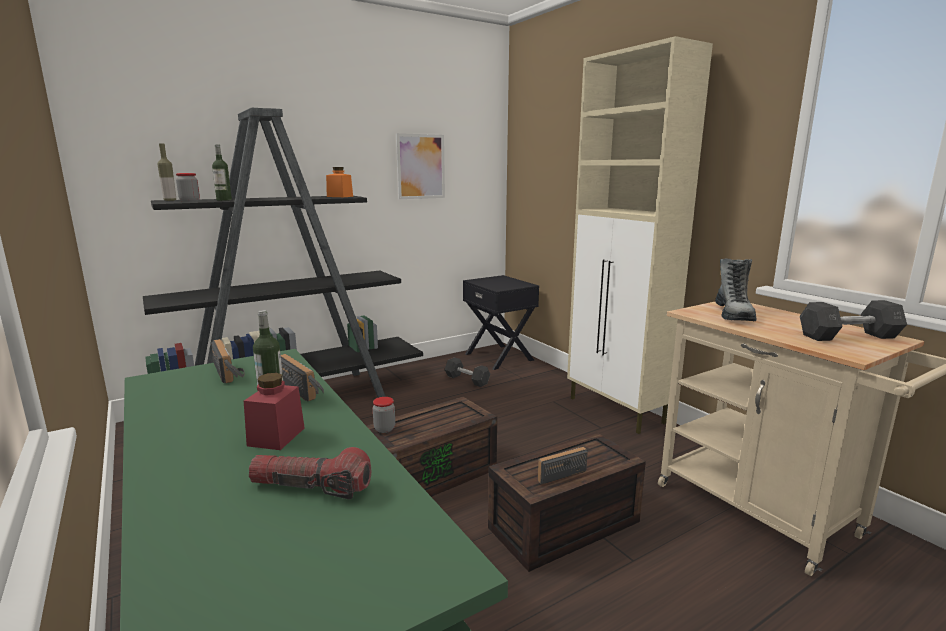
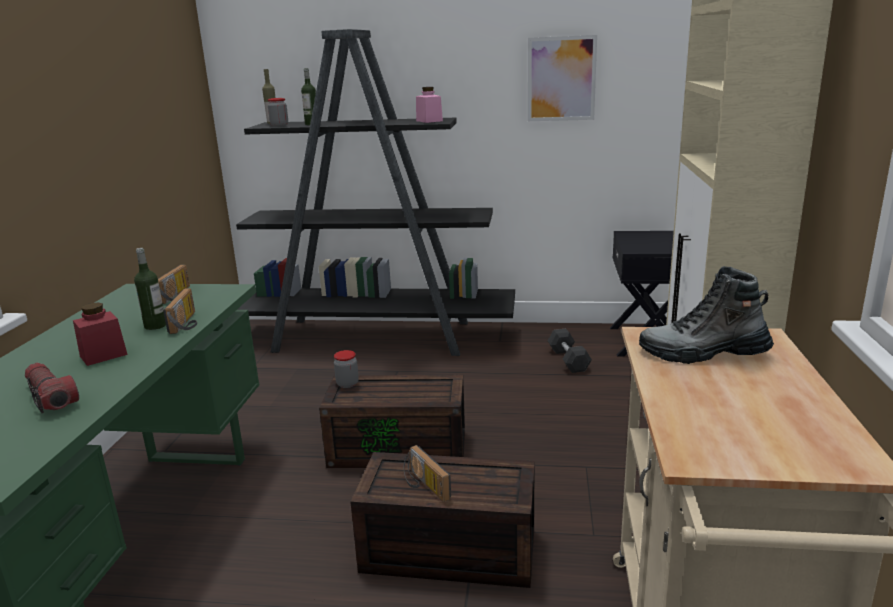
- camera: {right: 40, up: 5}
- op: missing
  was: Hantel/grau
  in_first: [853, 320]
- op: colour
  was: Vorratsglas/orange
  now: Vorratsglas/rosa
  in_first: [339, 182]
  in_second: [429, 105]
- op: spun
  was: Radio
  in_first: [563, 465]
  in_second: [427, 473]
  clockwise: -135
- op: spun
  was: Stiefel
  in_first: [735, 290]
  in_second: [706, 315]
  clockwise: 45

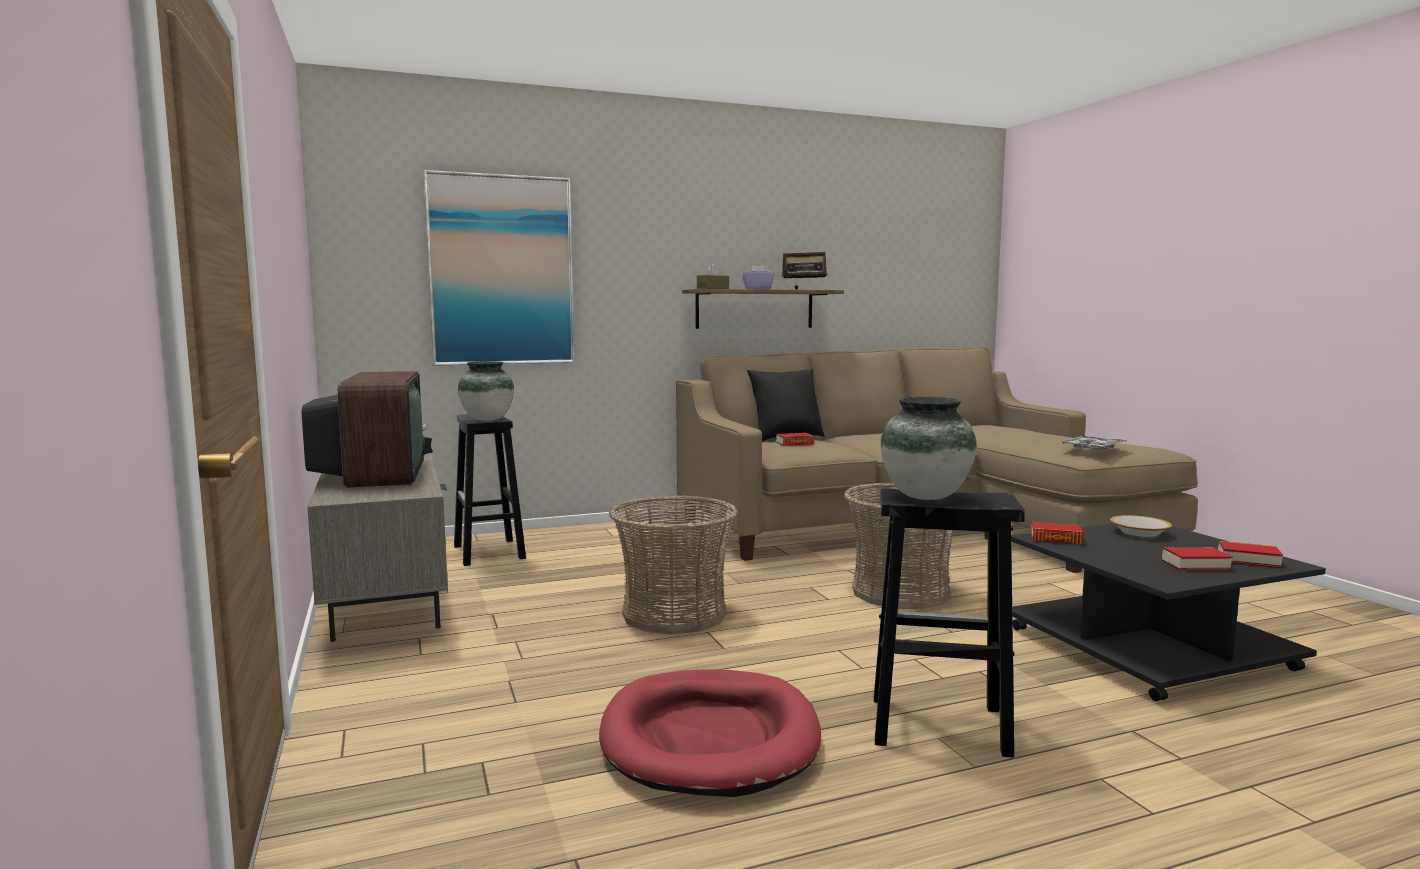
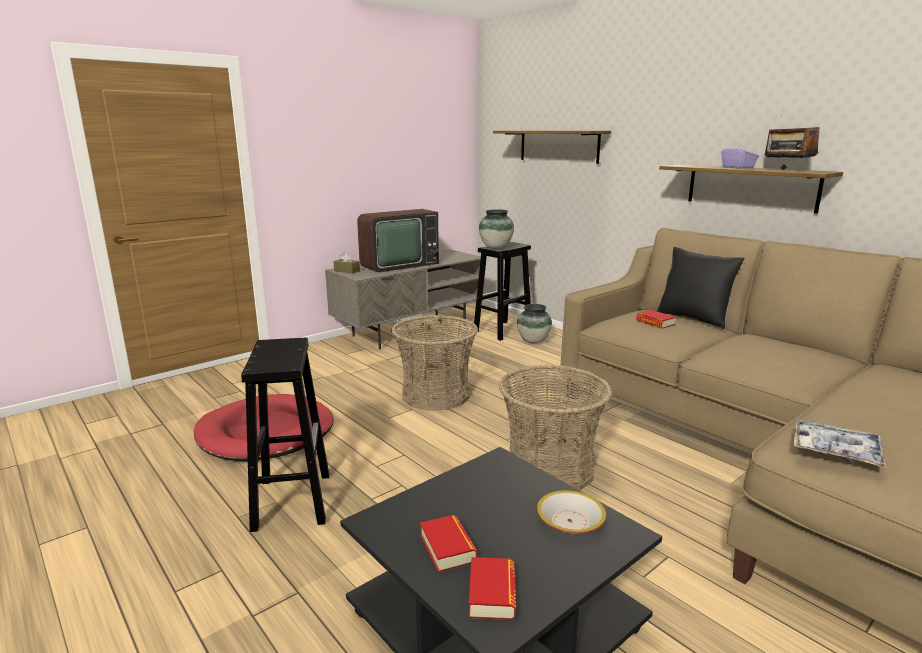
- camera: {right: 70, up: 10}
- op: missing
  was: Buch
  in_first: [1057, 533]
- op: relocated
  was: Taschentuchbox/braun
  in_first: [713, 276]
  in_second: [347, 262]
- op: relocated
  was: Vase
  in_first: [928, 448]
  in_second: [534, 324]
- op: exchanged
  was: Bild
  now: Wandregal
  in_first: [499, 268]
  in_second: [552, 147]

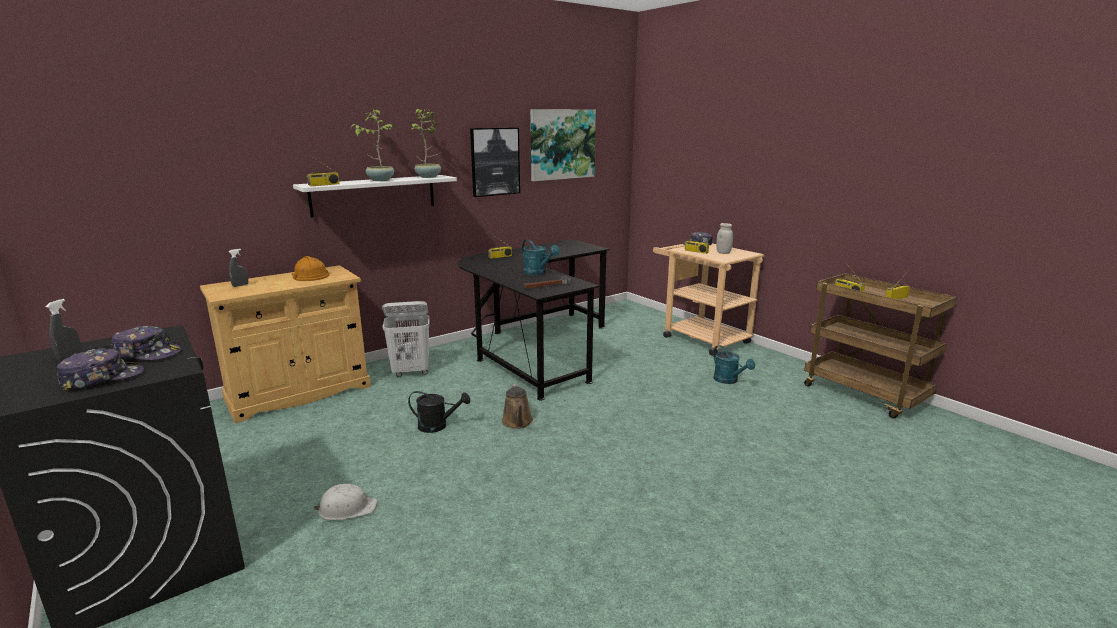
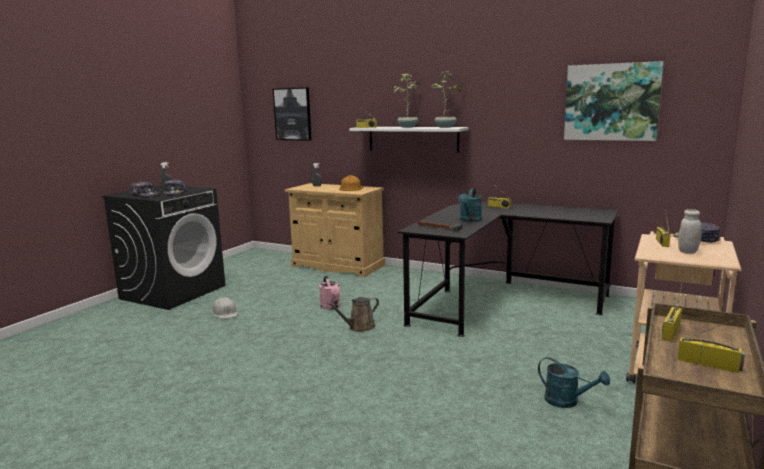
- camera: {right: 65, up: -5}
- op: missing
  was: Wäschekorb/weiß
  in_first: [405, 339]
- op: relocated
  was: Bild
  in_first: [495, 162]
  in_second: [292, 114]
- op: colour
  was: Gießkanne/schwarz
  now: Gießkanne/rosa
  in_first: [439, 412]
  in_second: [330, 293]
- op: spun
  was: Gießkanne/türkis
  in_first: [734, 364]
  in_second: [574, 382]
  clockwise: -90

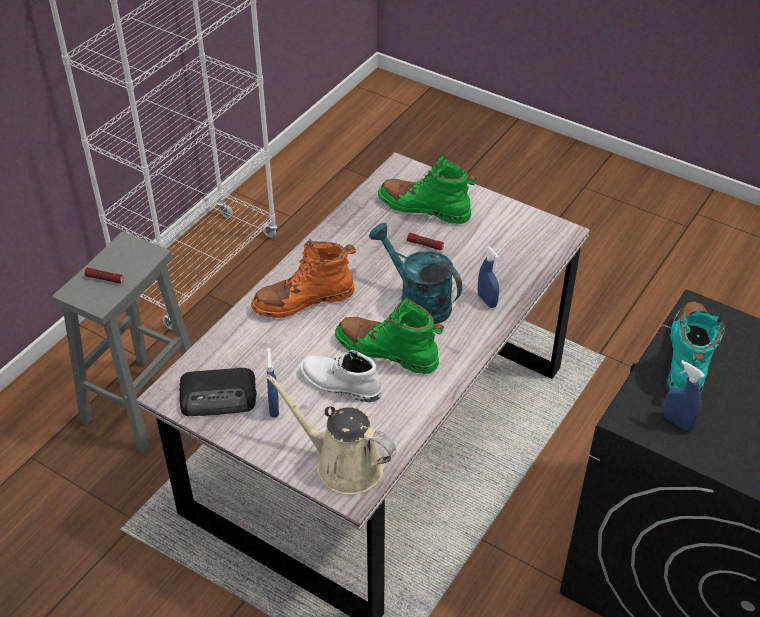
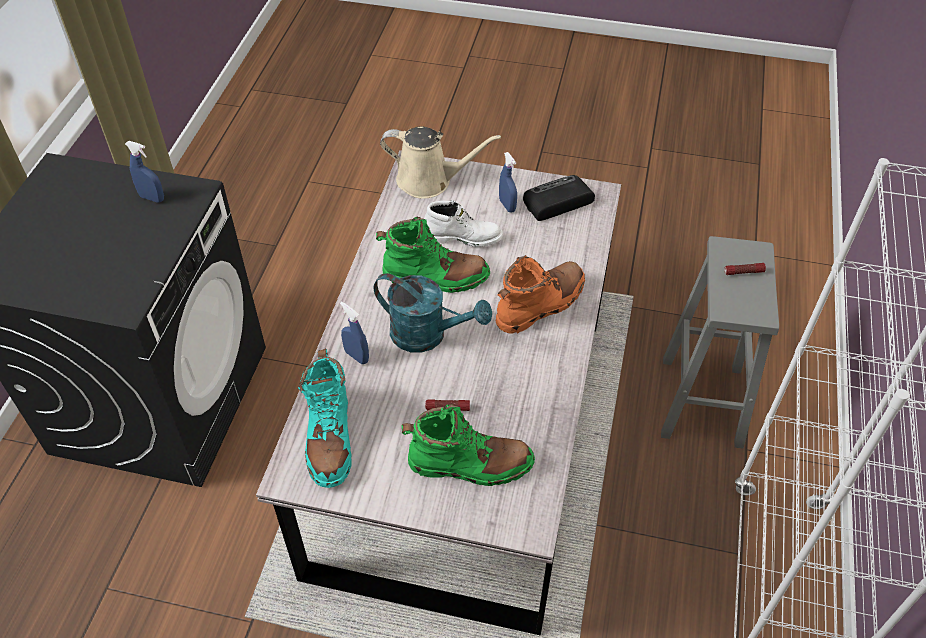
- camera: {right: 160, up: 5}
- op: relocated
  was: Stiefel/türkis
  in_first: [697, 347]
  in_second: [325, 418]

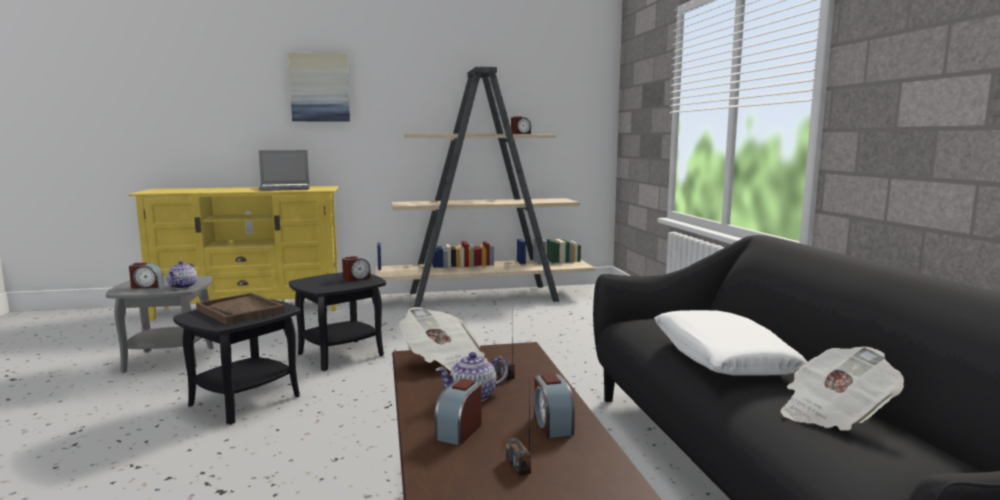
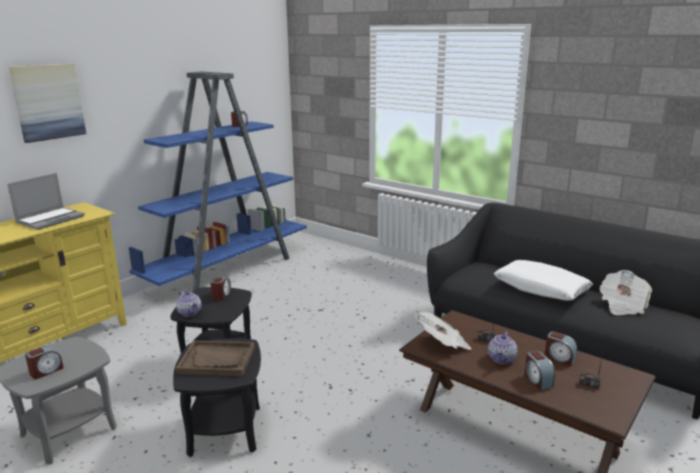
- camera: {right: -40, up: 10}
- op: relocated
  was: Teekanne
  in_first: [182, 275]
  in_second: [188, 304]
- op: colour
  was: Bücherregal/beige
  now: Bücherregal/blau
  in_first: [485, 187]
  in_second: [218, 181]

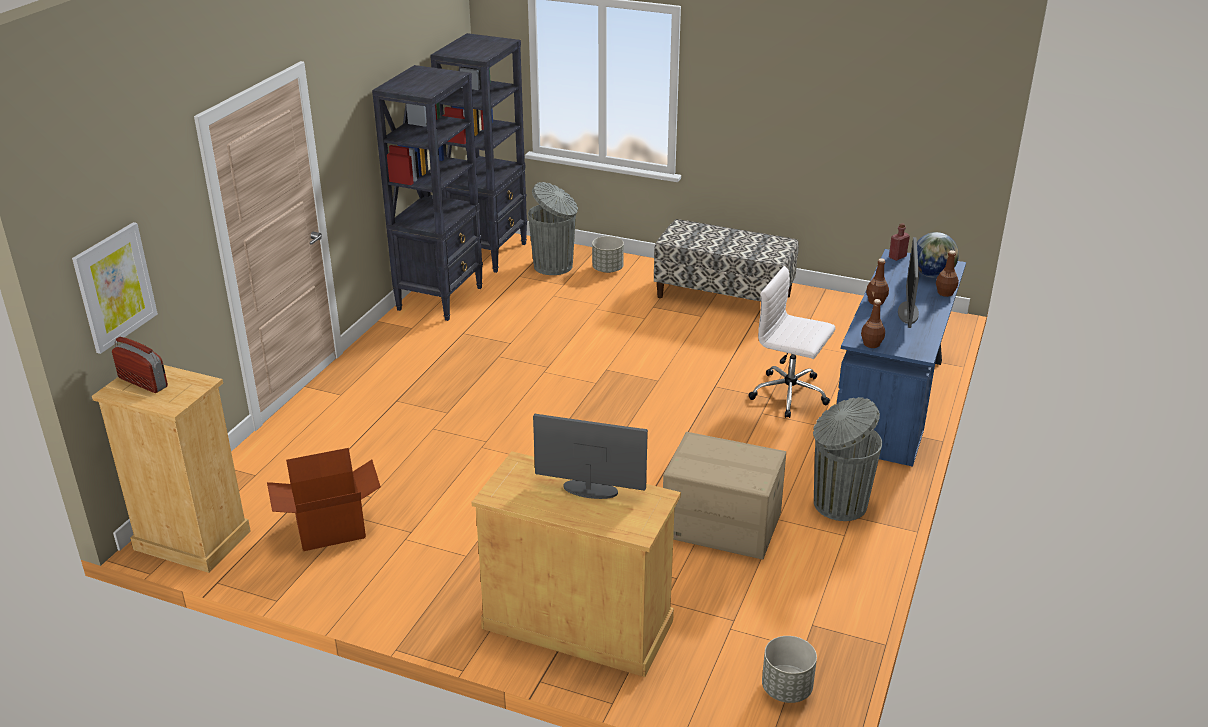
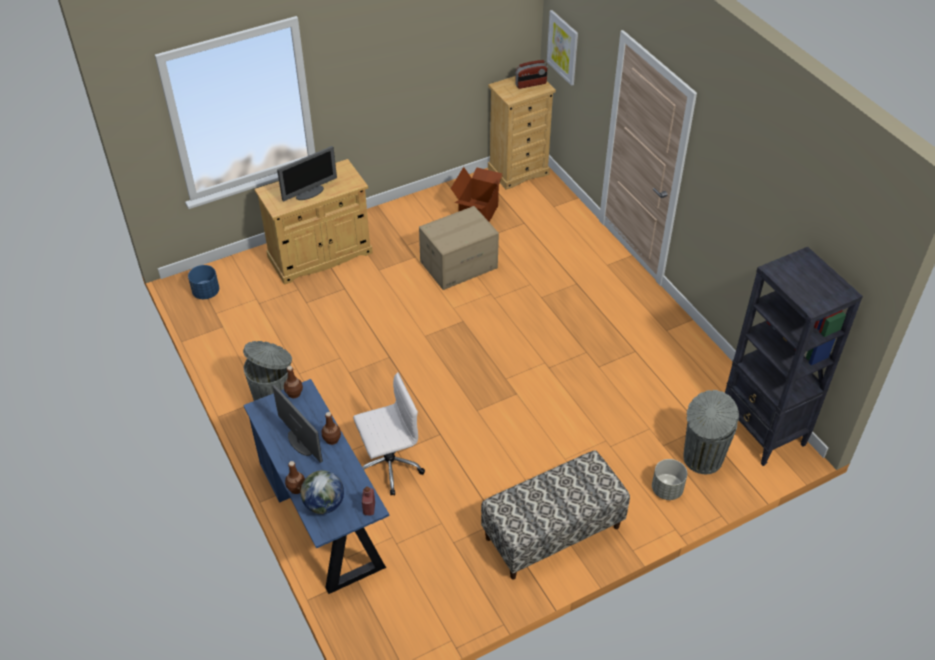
- camera: {right: 130, up: 15}
- op: missing
  was: Bücherregal/schwarz
  in_first: [427, 193]
- op: relocated
  was: Karton
  in_first: [724, 496]
  in_second: [459, 248]
- op: colour
  was: Pflanzkübel/grau
  now: Pflanzkübel/blau
  in_first: [789, 669]
  in_second: [203, 282]

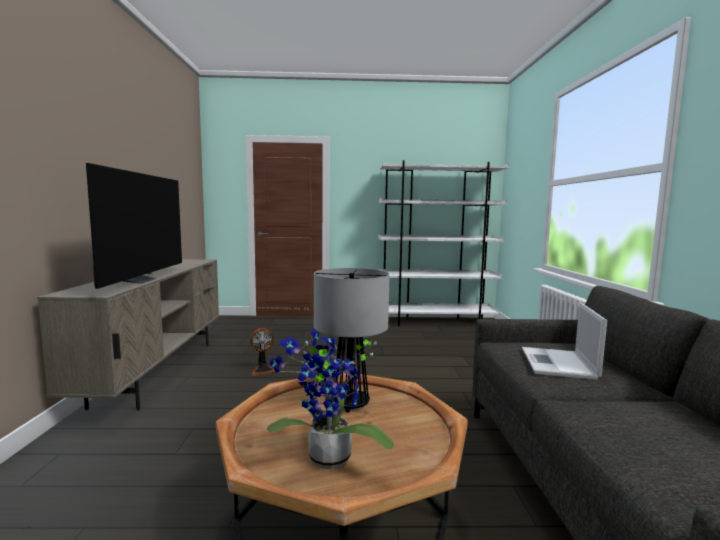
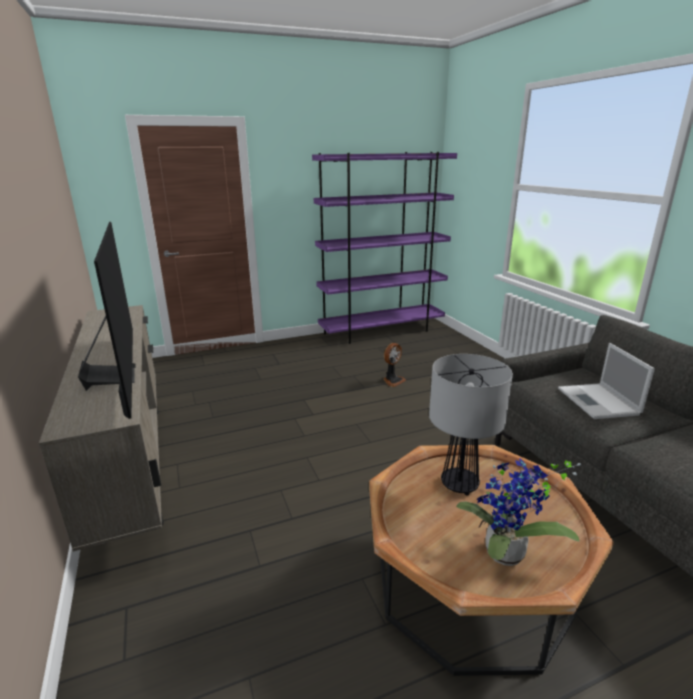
- camera: {right: -20, up: 15}
- op: relocated
  was: Ventilator
  in_first: [263, 352]
  in_second: [394, 365]
- op: colour
  was: Bücherregal/weiß
  now: Bücherregal/lila
  in_first: [443, 243]
  in_second: [384, 248]

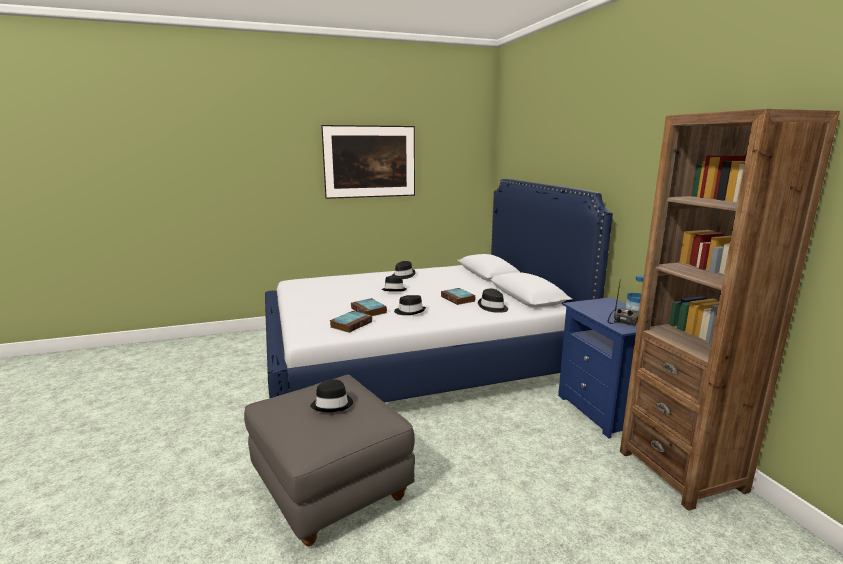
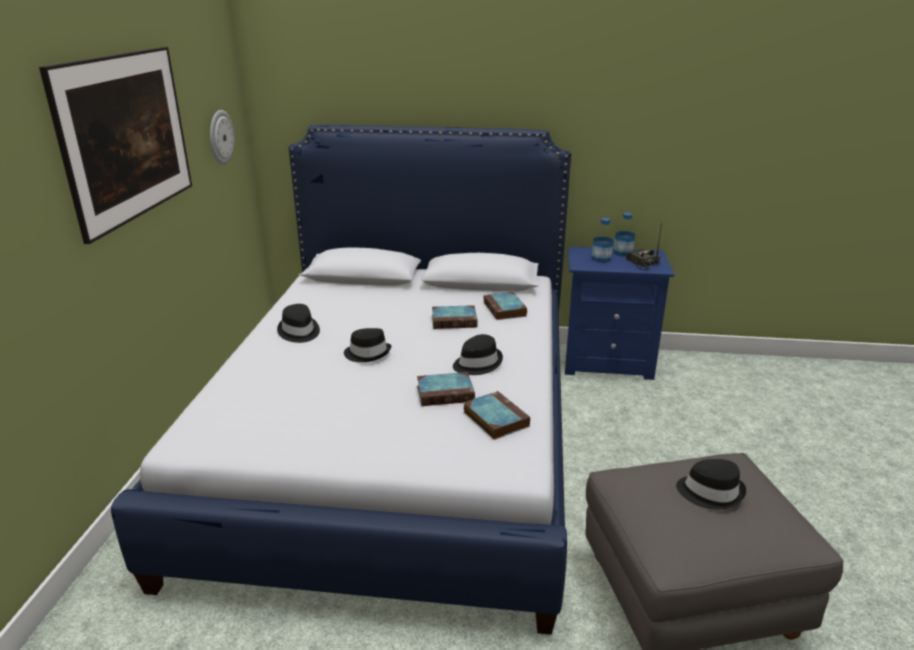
- camera: {right: -65, up: 10}
- op: missing
  was: Bücherregal/braun
  in_first: [730, 310]
- op: appeared
  now: Wanduhr
  in_second: [222, 137]
- op: appeared
  now: Flasche
  in_second: [603, 240]
- op: exchanged
  was: Hut/schwarz
  now: Buch
  in_first: [493, 300]
  in_second: [505, 306]

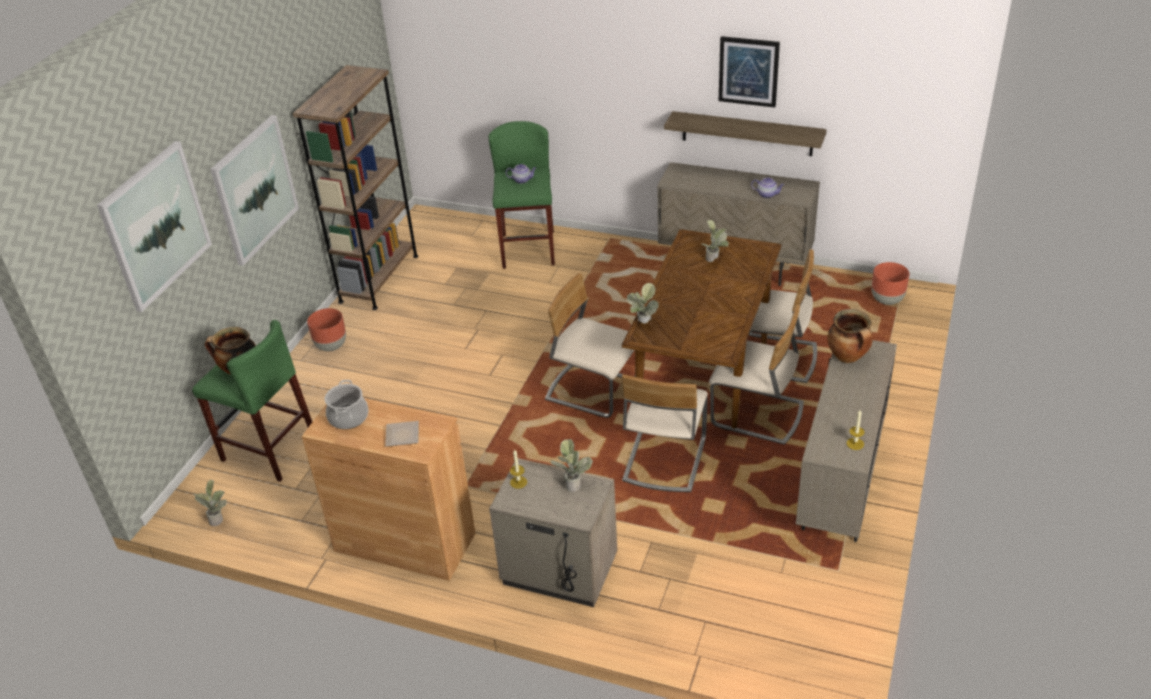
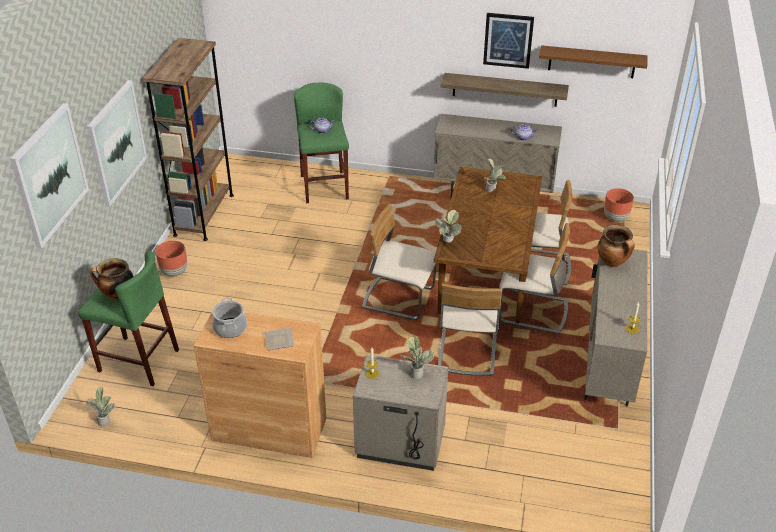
- camera: {right: -10, up: 0}
- op: appeared
  now: Wandregal/braun
  in_second: [593, 61]

